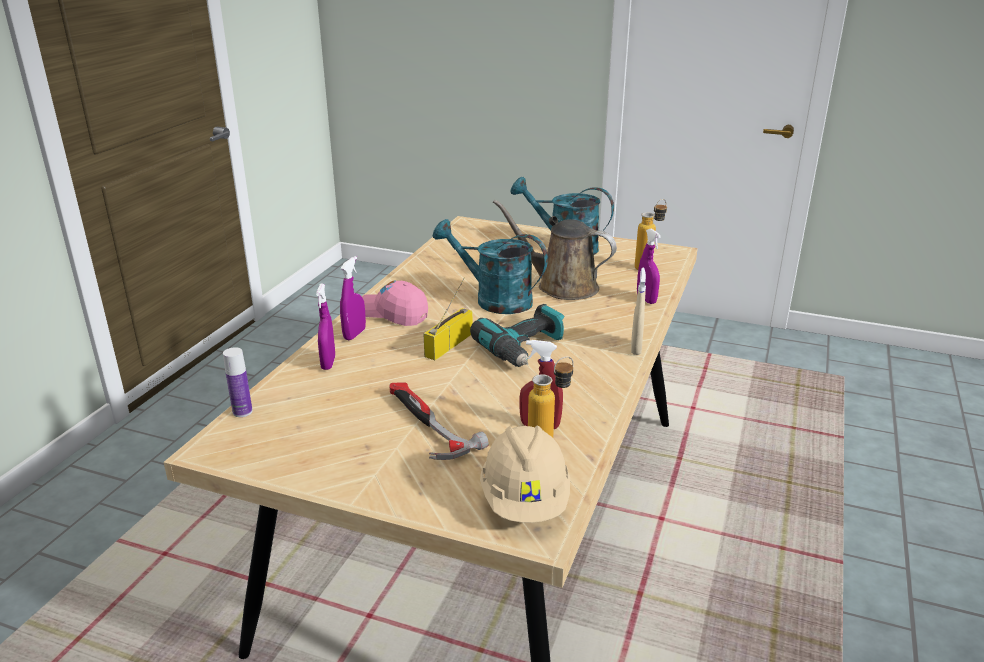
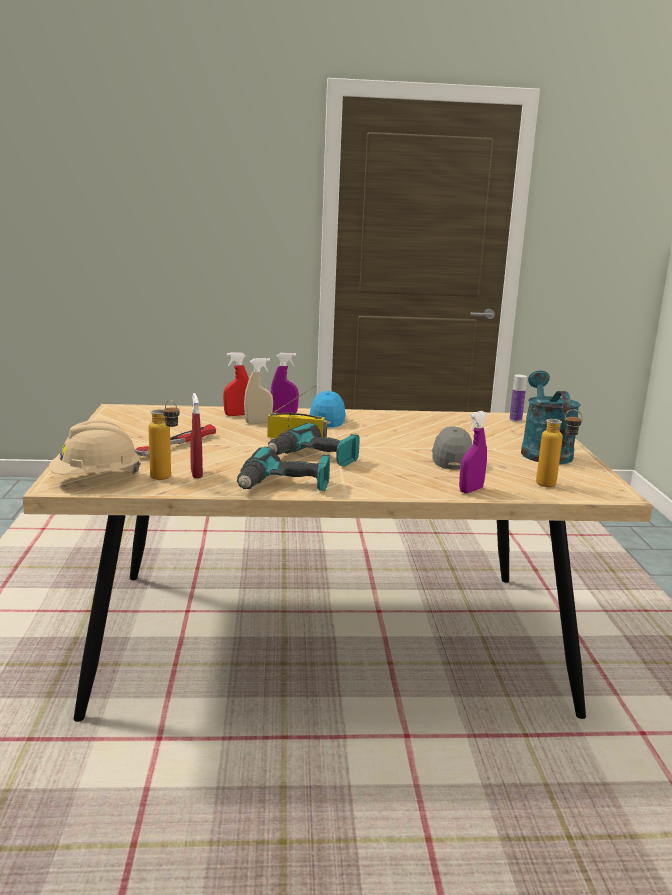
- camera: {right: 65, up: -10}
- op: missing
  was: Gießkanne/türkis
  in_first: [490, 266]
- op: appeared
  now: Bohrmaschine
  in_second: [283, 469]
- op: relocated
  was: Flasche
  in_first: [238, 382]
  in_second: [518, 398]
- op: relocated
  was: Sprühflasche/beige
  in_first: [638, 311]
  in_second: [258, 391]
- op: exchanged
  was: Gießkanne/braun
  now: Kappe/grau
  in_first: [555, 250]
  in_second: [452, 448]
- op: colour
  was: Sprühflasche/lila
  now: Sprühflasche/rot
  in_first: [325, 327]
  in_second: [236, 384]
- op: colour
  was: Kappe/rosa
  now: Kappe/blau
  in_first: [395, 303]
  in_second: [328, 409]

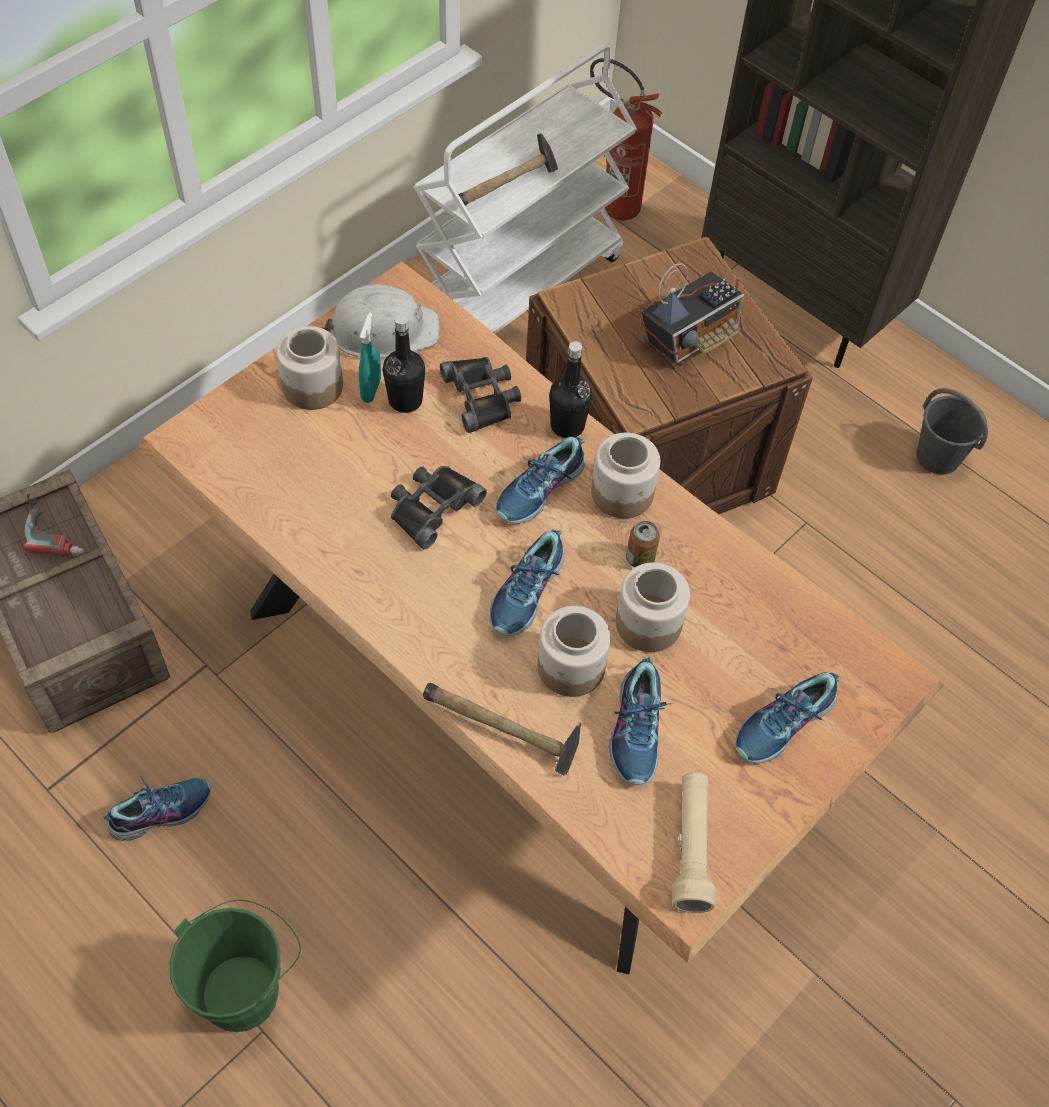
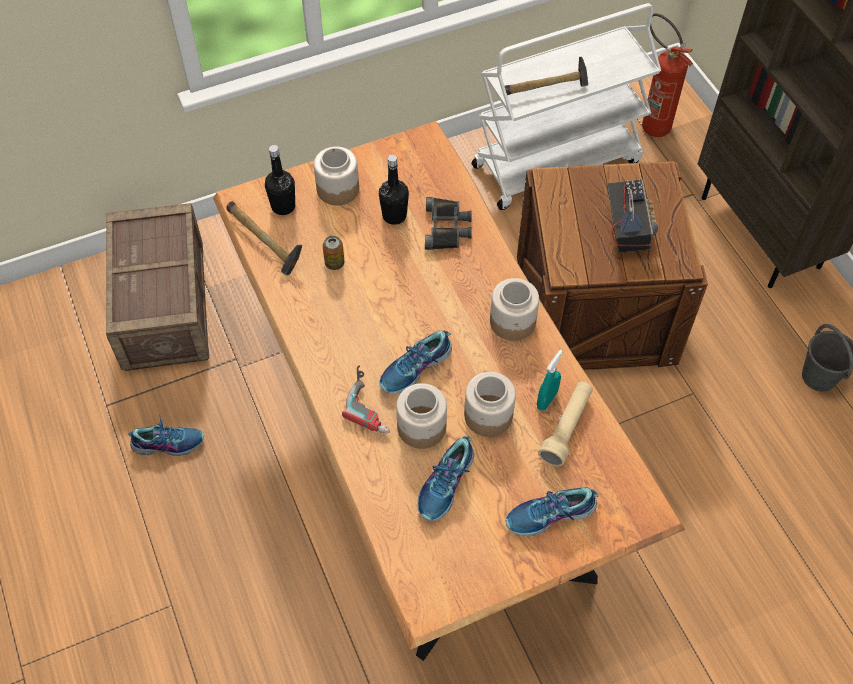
- camera: {right: 25, up: 0}
- op: missing
  was: Eimer/grün
  in_first: [235, 966]
- op: missing
  was: Schutzhelm/weiß
  in_first: [380, 321]
- op: missing
  was: Fernglas/schwarz
  in_first: [439, 507]
- op: missing
  was: Schuh
  in_first: [540, 480]
- op: relocated
  was: Bohrmaschine
  in_first: [53, 525]
  in_second: [366, 399]
- op: relocated
  was: Sprühflasche/türkis
  in_first: [370, 357]
  in_second: [550, 380]
- op: relocated
  was: Hammer
  in_first: [502, 729]
  in_second: [264, 238]
- op: relocated
  was: Flasche/schwarz
  in_first: [570, 389]
  in_second: [280, 180]
- op: relocated
  was: Dose
  in_first: [643, 544]
  in_second: [333, 253]
- op: relocated
  was: Taschenlampe/beige
  in_first: [693, 842]
  in_second: [565, 424]
- op: spun
  was: Radio
  in_first: [692, 314]
  in_second: [632, 216]
  clockwise: -75

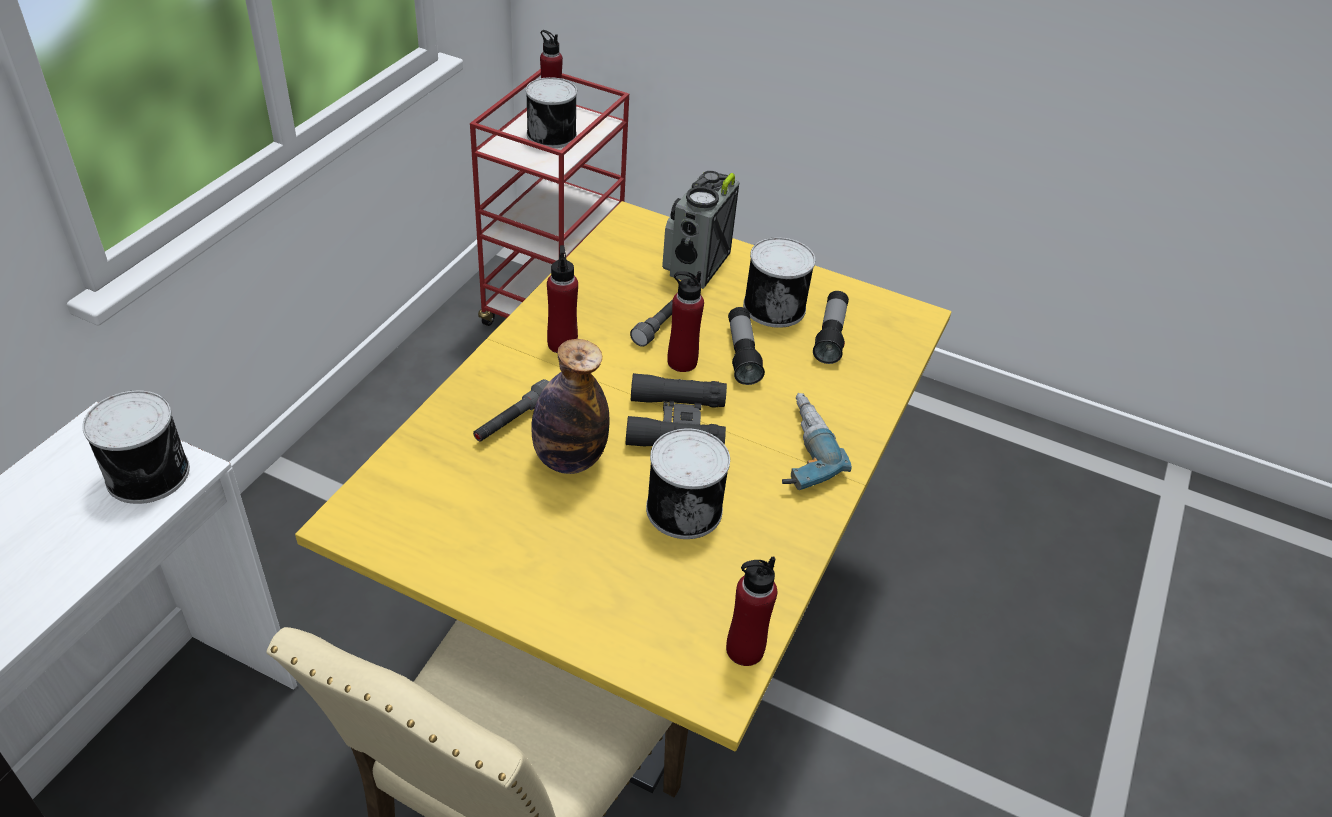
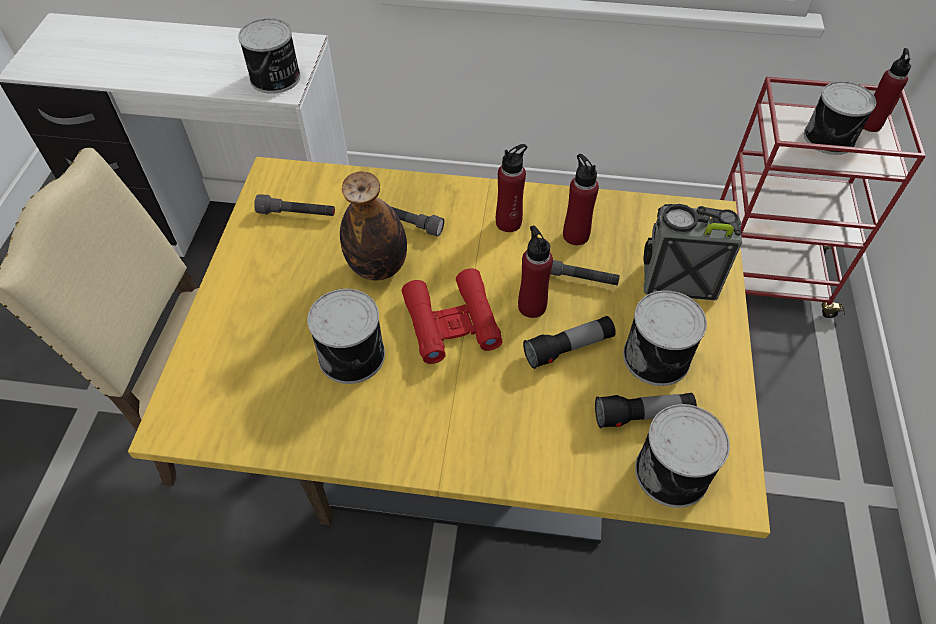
- camera: {right: 75, up: 10}
- op: missing
  was: Bohrmaschine
  in_first: [817, 441]
- op: appeared
  now: Taschenlampe/grau
  in_second: [294, 205]
- op: appeared
  now: Dose
  in_second: [682, 456]
- op: relocated
  was: Flasche/rot
  in_first: [751, 611]
  in_second: [581, 199]
- op: colour
  was: Fernglas/schwarz
  now: Fernglas/rot
  in_first: [676, 409]
  in_second: [452, 316]

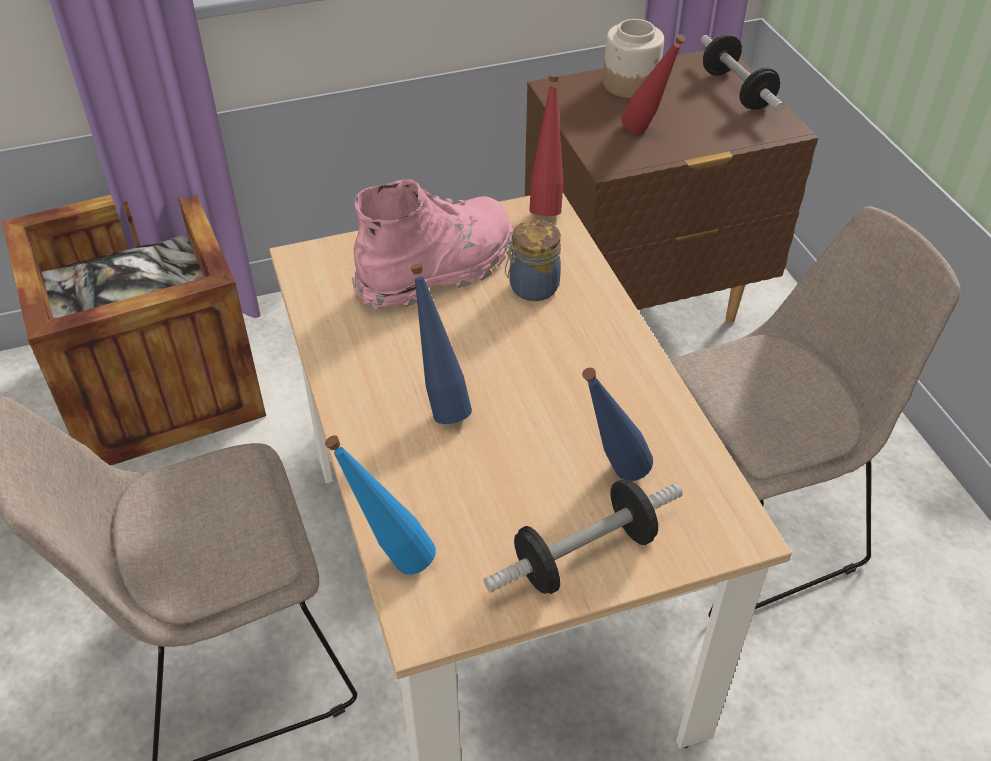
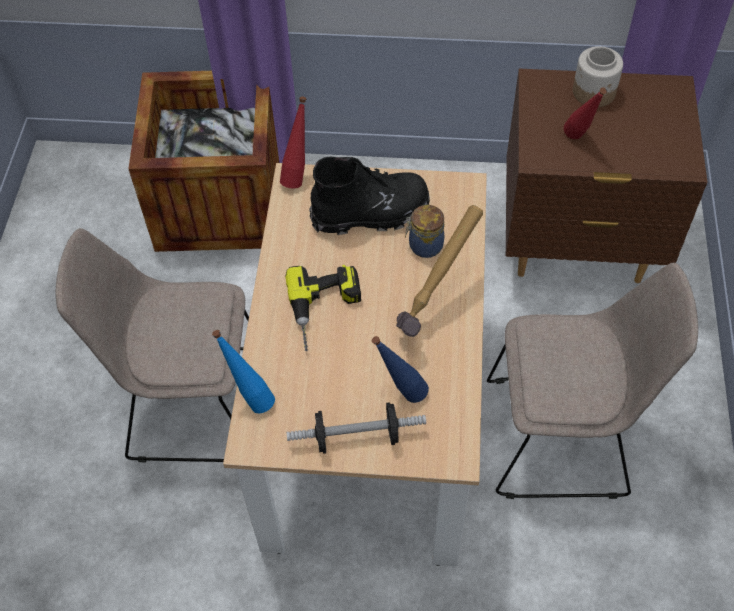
- camera: {right: 25, up: 10}
- op: missing
  was: Hantel
  in_first: [742, 73]
- op: appeared
  now: Hammer
  in_second: [439, 271]
- op: relocated
  was: Flasche/rot
  in_first: [546, 145]
  in_second: [293, 142]
- op: exchanged
  was: Flasche/blau
  now: Bohrmaschine
  in_first: [441, 344]
  in_second: [323, 308]
- op: colour
  was: Stiefel/rosa
  now: Stiefel/schwarz
  in_first: [432, 245]
  in_second: [369, 196]

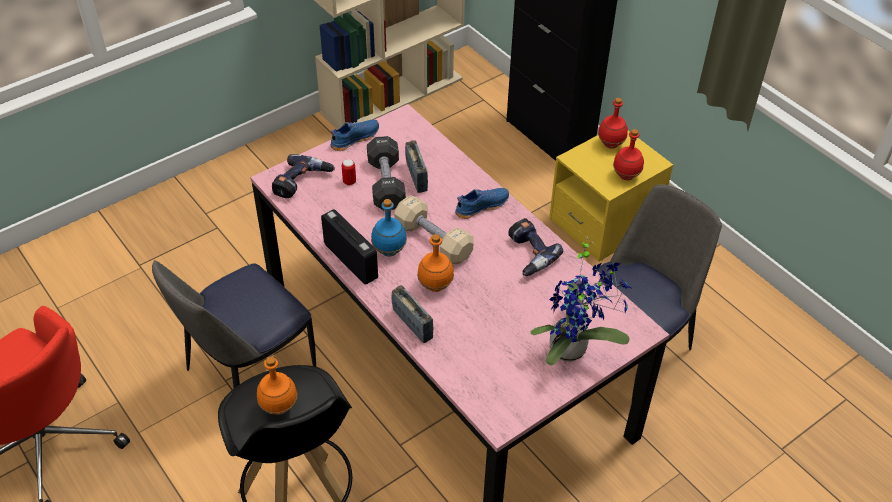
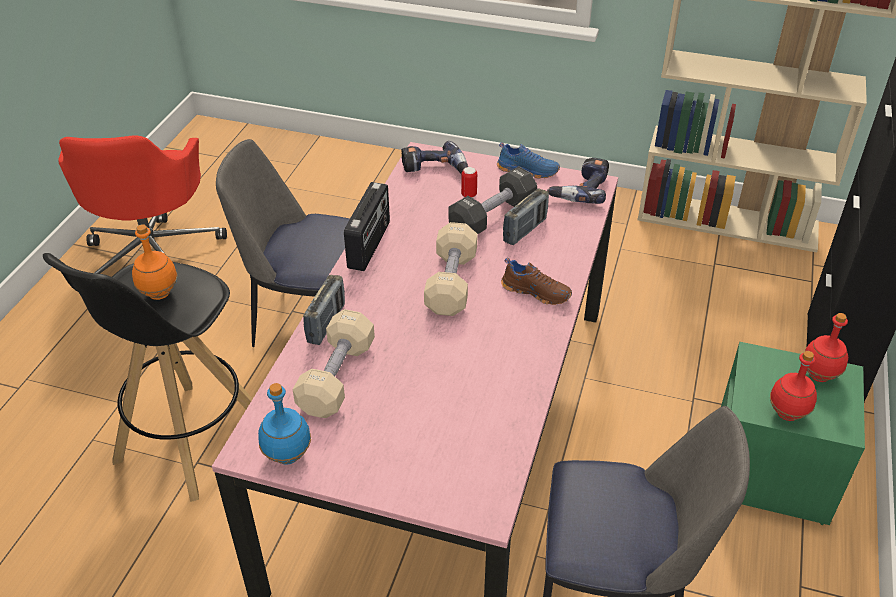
- camera: {right: 55, up: -5}
- op: missing
  was: Flasche/orange
  in_first: [435, 263]
- op: missing
  was: Topfpflanze
  in_first: [581, 300]
- op: appeared
  now: Hantel/beige
  in_second: [334, 363]
- op: relocated
  was: Flasche/blau
  in_first: [389, 228]
  in_second: [284, 424]
- op: relocated
  was: Bohrmaschine
  in_first: [536, 247]
  in_second: [578, 181]
- op: colour
  was: Schuh/blau
  now: Schuh/braun
  in_first: [482, 203]
  in_second: [536, 281]
- op: colour
  was: Nachttisch/gelb
  now: Nachttisch/grün
  in_first: [611, 196]
  in_second: [793, 433]

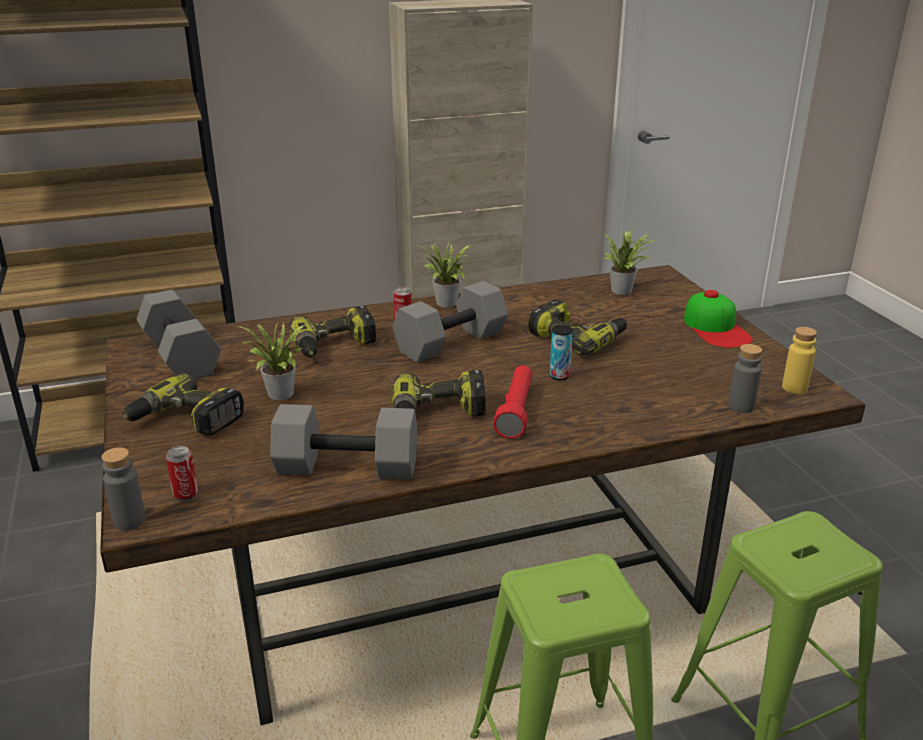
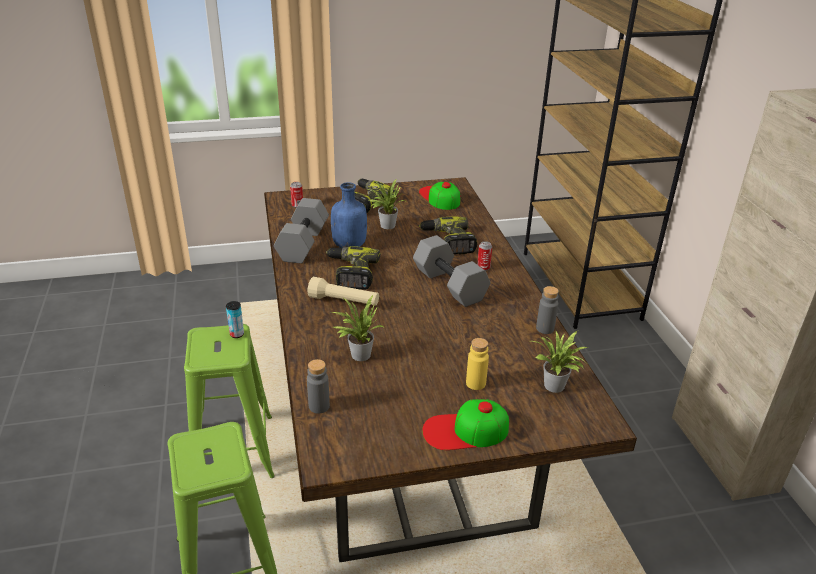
- camera: {right: 95, up: 5}
- op: missing
  was: Bohrmaschine
  in_first: [578, 328]
- op: appeared
  now: Flasche/blau
  in_second: [349, 215]
- op: relocated
  was: Flasche/grau
  in_first: [123, 488]
  in_second: [547, 310]
- op: relocated
  was: Topfpflanze
  in_first: [443, 274]
  in_second: [357, 328]
- op: relocated
  was: Dose
  in_first: [561, 352]
  in_second: [235, 319]
- op: relocated
  was: Flasche/gelb
  in_first: [799, 360]
  in_second: [477, 364]
- op: exchanged
  was: Hantel/grau
  now: Kappe
  in_first: [178, 334]
  in_second: [439, 196]
- op: colour
  was: Taschenlampe/rot
  now: Taschenlampe/beige
  in_first: [513, 402]
  in_second: [343, 291]

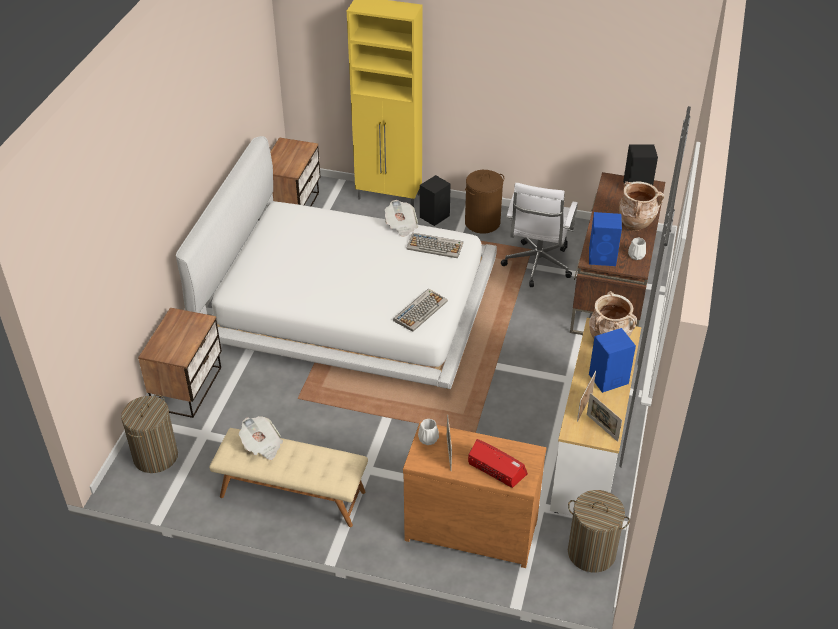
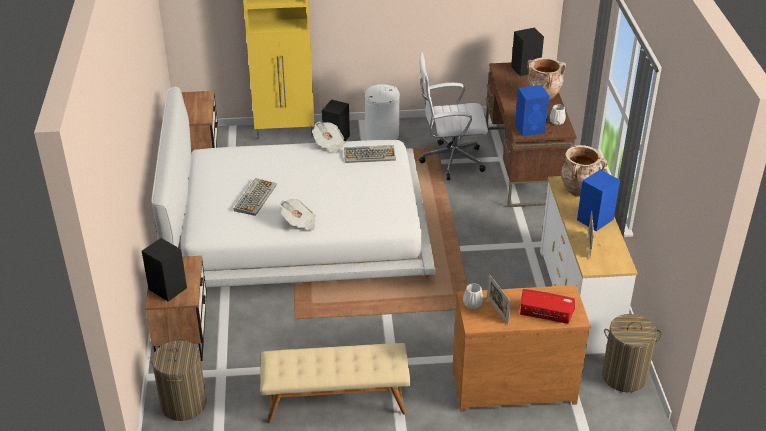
- camera: {right: -20, up: -5}
- op: missing
  was: Bilderrahmen
  in_first: [604, 417]
- op: appeared
  now: Lautsprecher/schwarz
  in_second: [164, 270]
- op: relocated
  was: Zeitung
  in_first: [261, 438]
  in_second: [298, 214]
- op: relocated
  was: Tastatur
  in_first: [420, 310]
  in_second: [255, 197]
- op: colour
  was: Wäschekorb/braun
  now: Wäschekorb/weiß
  in_first: [484, 202]
  in_second: [382, 112]
- op: spun
  was: Bürostuhl/weiß
  in_first: [539, 235]
  in_second: [453, 116]
  clockwise: 90

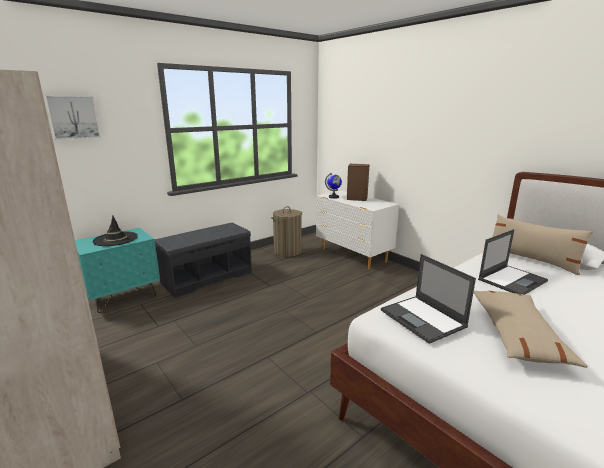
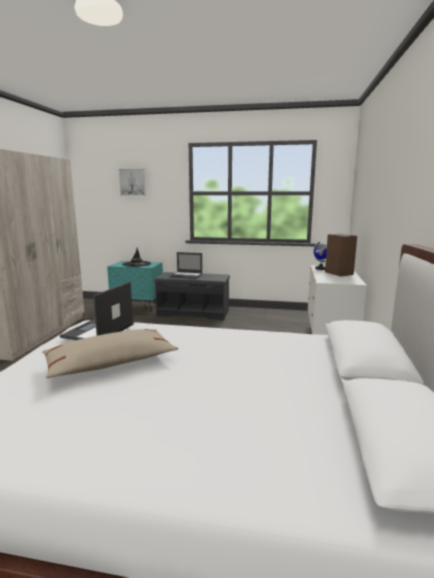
- camera: {right: 50, up: -5}
- op: missing
  was: Wäschekorb
  in_first: [286, 231]
- op: missing
  was: Kissen/beige
  in_first: [542, 244]
- op: relocated
  was: Laptop
  in_first: [513, 262]
  in_second: [186, 265]

